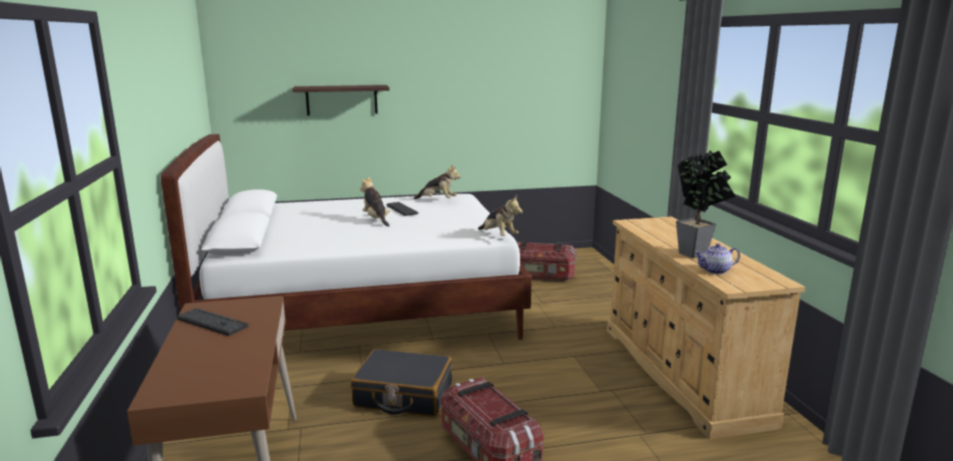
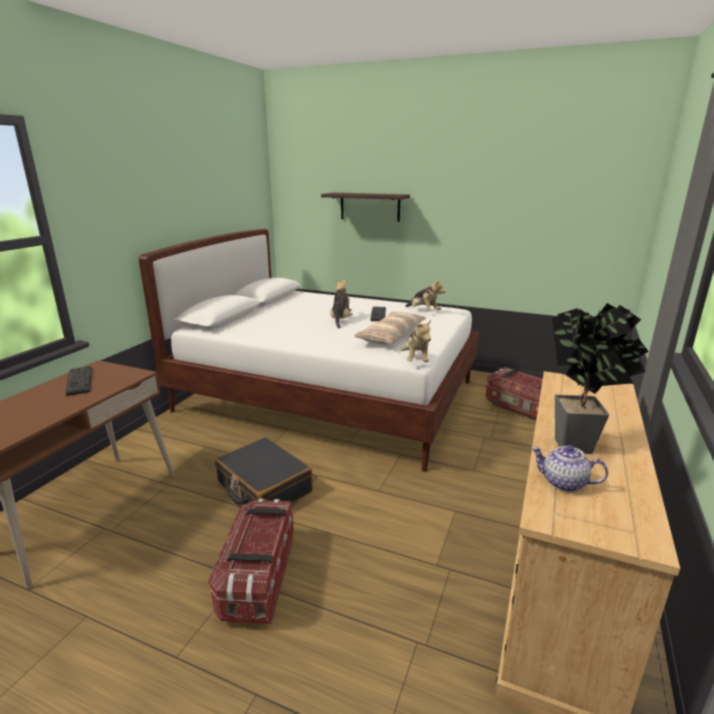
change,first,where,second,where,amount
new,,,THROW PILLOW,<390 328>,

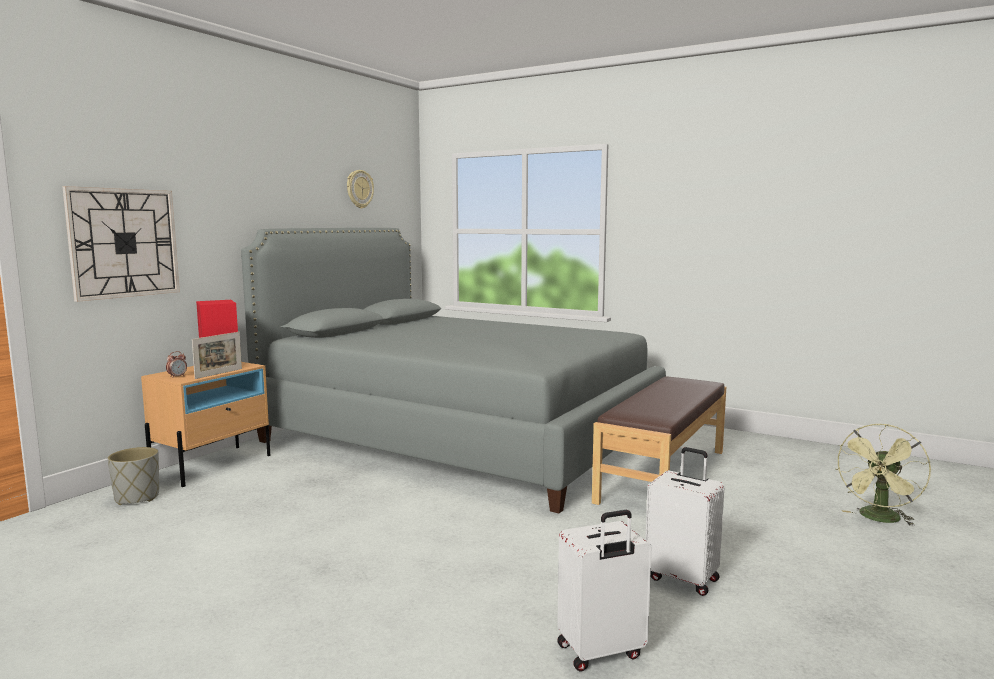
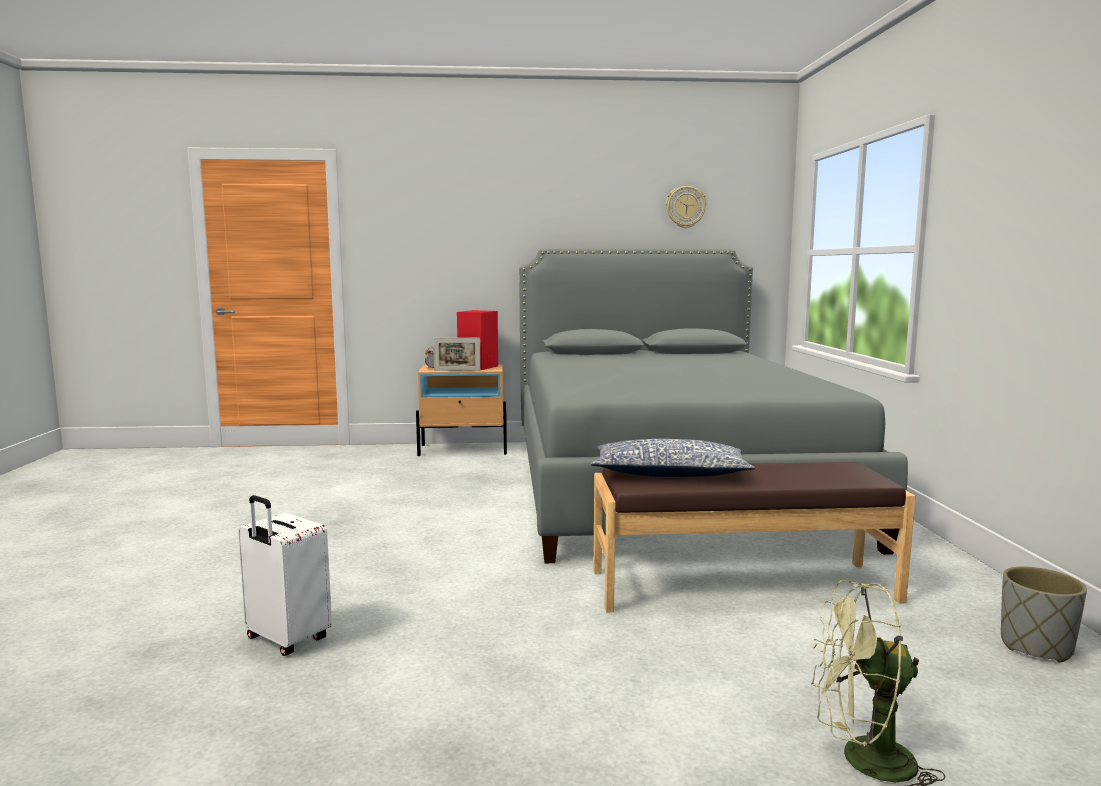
change,first,where,second,where,amount
new,,,THROW PILLOW,<673 458>,
shifted,GREYISH FLOWER POT,<133 476>,,<1044 614>,
gone,HANGING CLOCK,<121 244>,,,
gone,WHITISH SUITCASE,<684 521>,,,

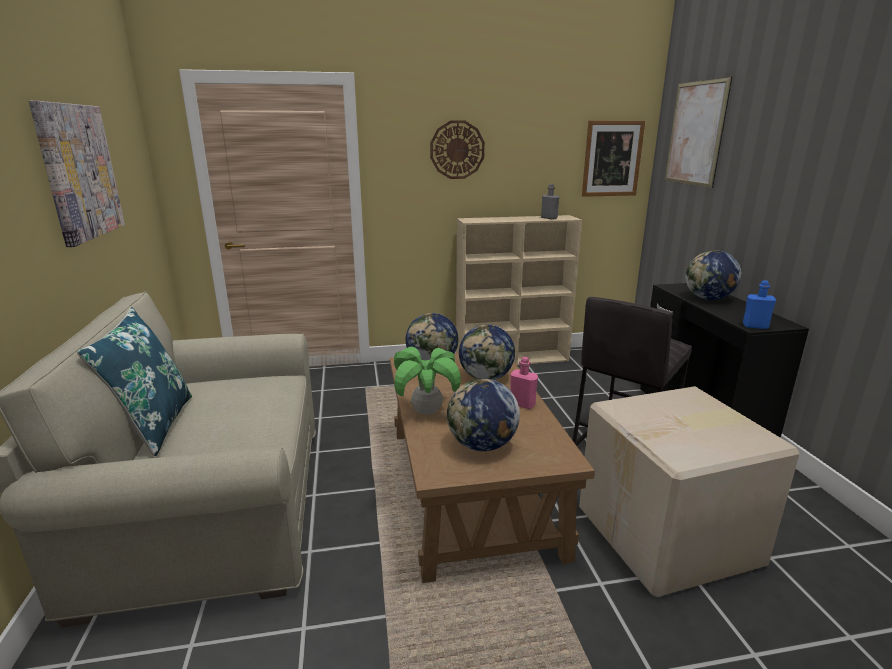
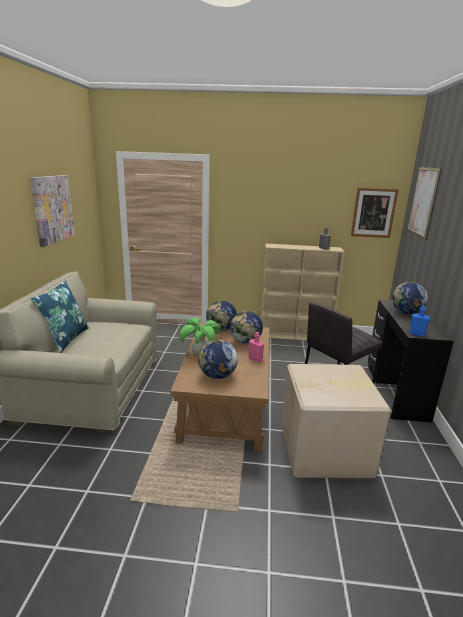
change,first,where,second,where,amount
gone,HANGING CLOCK,<457 150>,,,

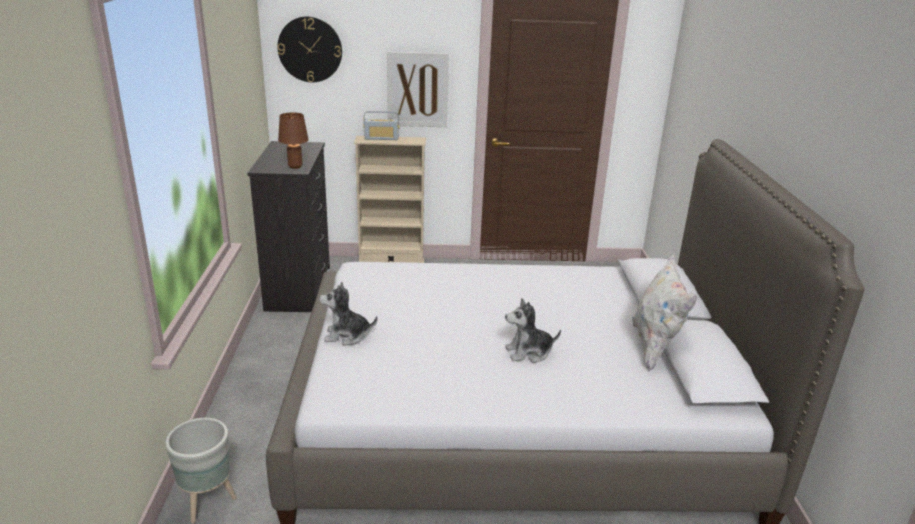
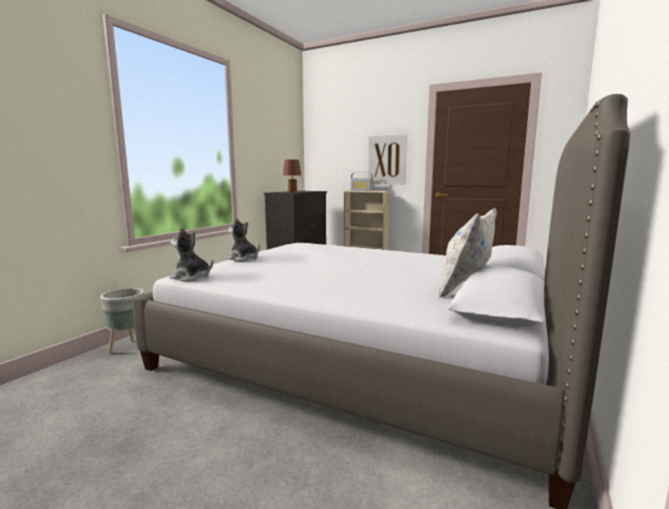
change,first,where,second,where,amount
shifted,PLUSH TOY,<533 330>,,<191 254>,
gone,HANGING CLOCK,<310 49>,,,

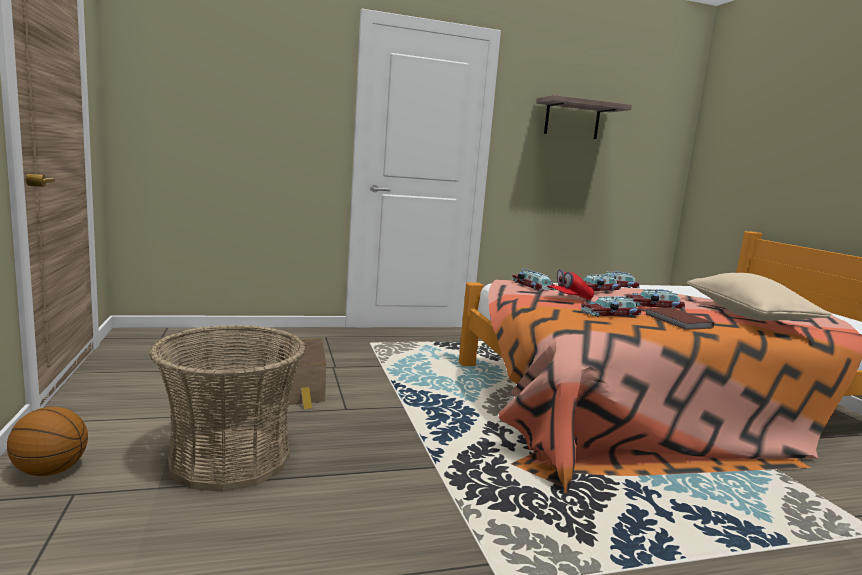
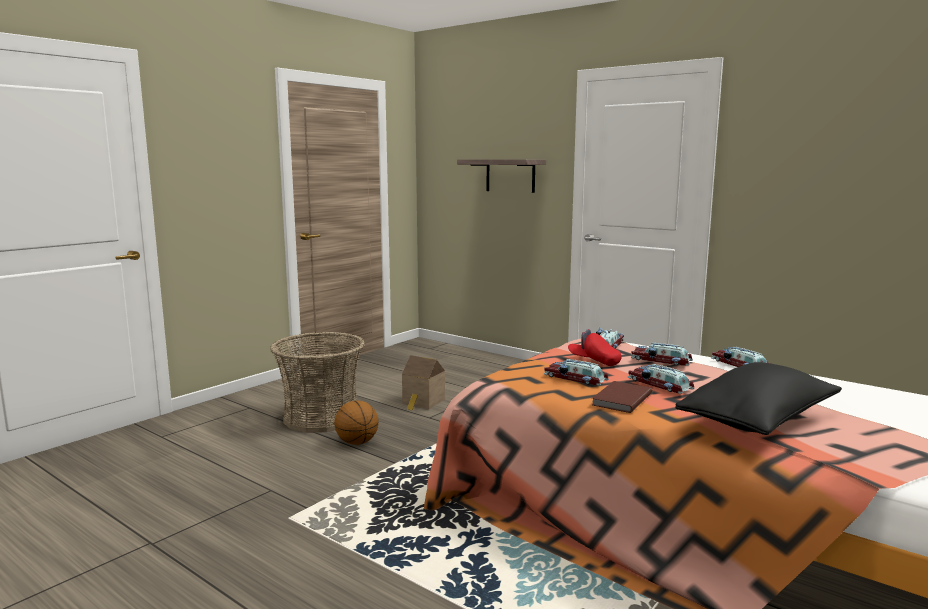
change,first,where,second,where,amount
shifted,BASKETBALL,<47 441>,,<356 422>,
shifted,BRACKET SHELF,<584 117>,,<501 176>,
repainted,BEIGE-COLOURED THROW PILLOW,<759 297>,BLACK THROW PILLOW,<758 398>,

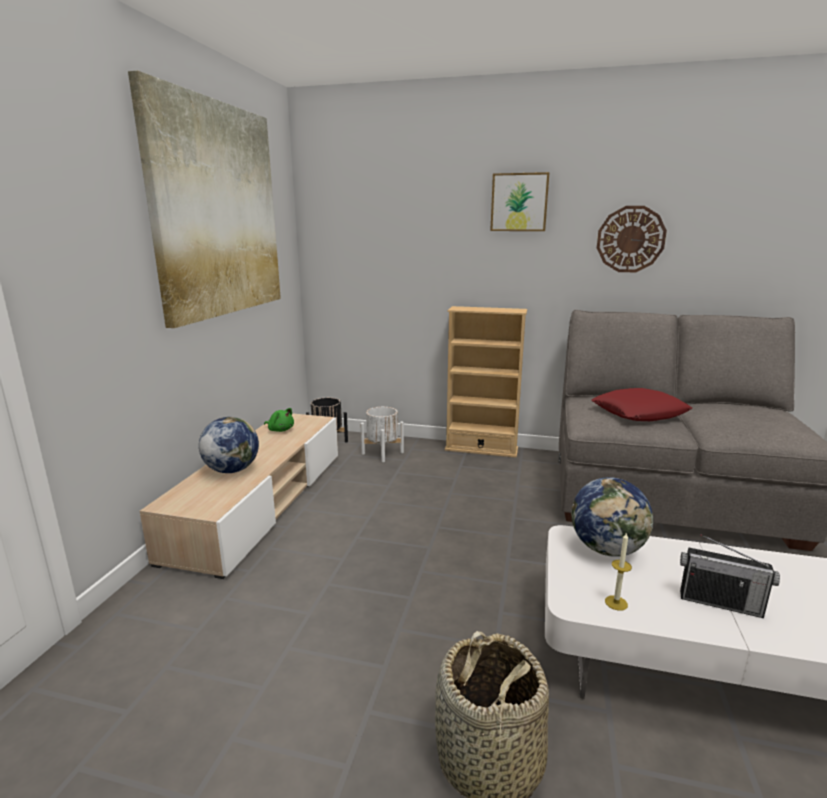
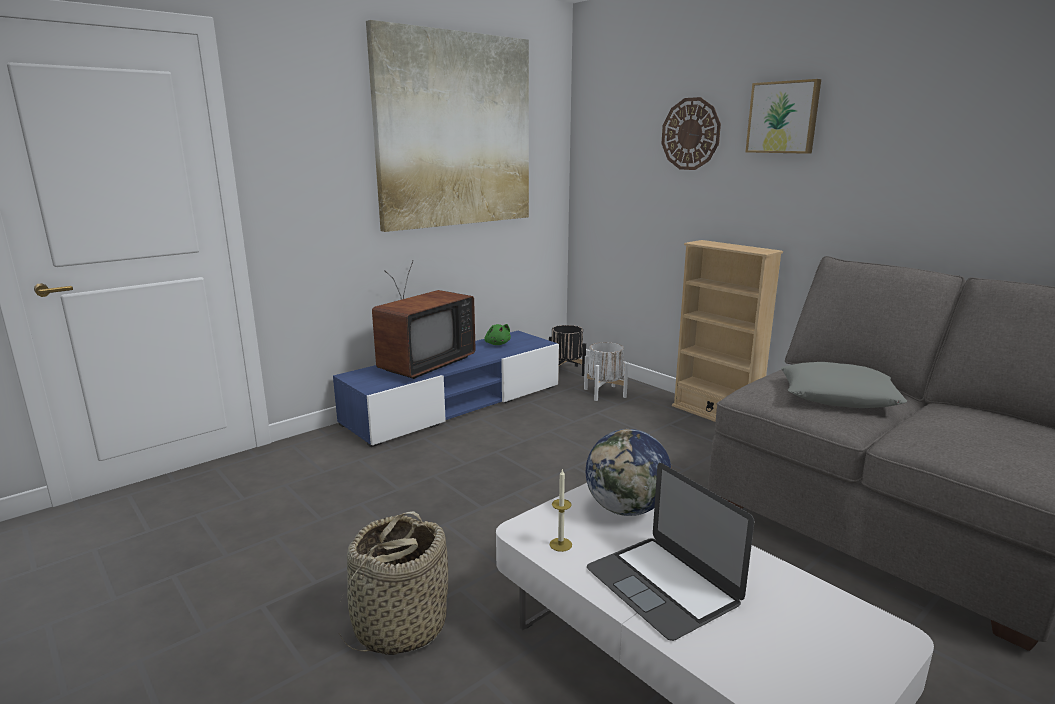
change,first,where,second,where,amount
repainted,BEIGE-COLOURED MEDIA CONSOLE,<239 496>,BLUE-COLOURED MEDIA CONSOLE,<446 389>,
swapped,DESK GLOBE,<229 445>,TV SET,<424 319>,
swapped,RADIO,<730 576>,LAPTOP,<670 552>,
shifted,HANGING CLOCK,<632 239>,,<691 133>,
repainted,REDDISH THROW PILLOW,<642 404>,GREYISH THROW PILLOW,<844 385>,

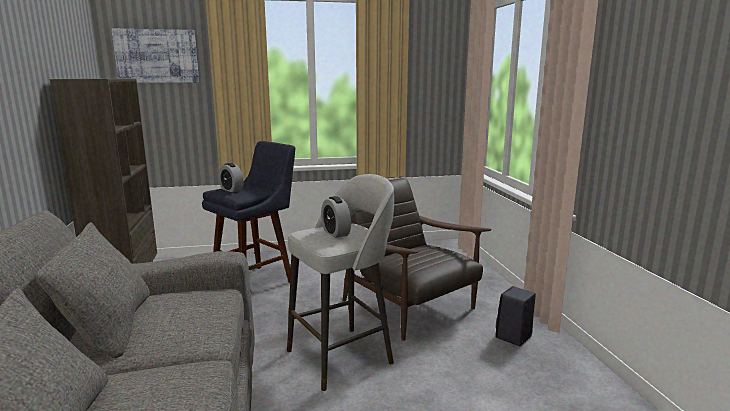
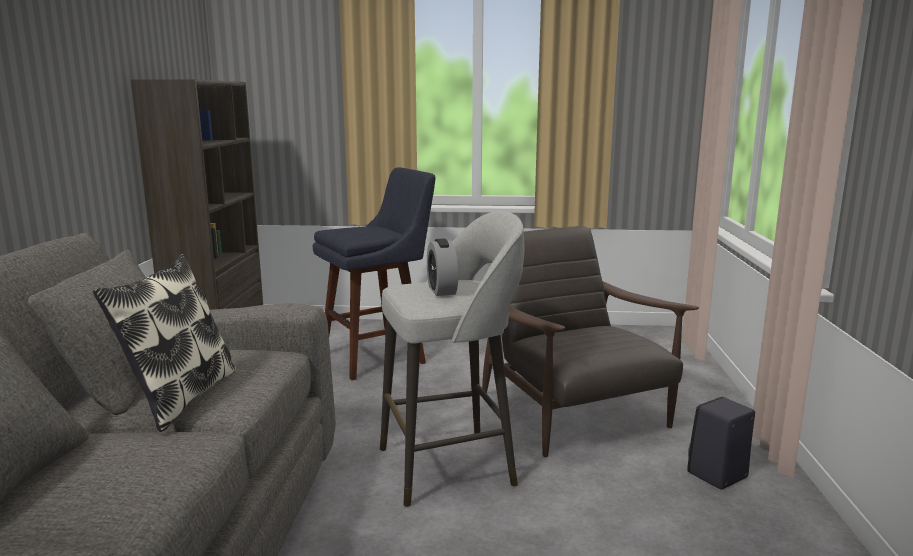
change,first,where,second,where,amount
new,,,THROW PILLOW,<164 343>,
gone,WALL ART,<155 56>,,,
gone,ALARM CLOCK,<231 177>,,,

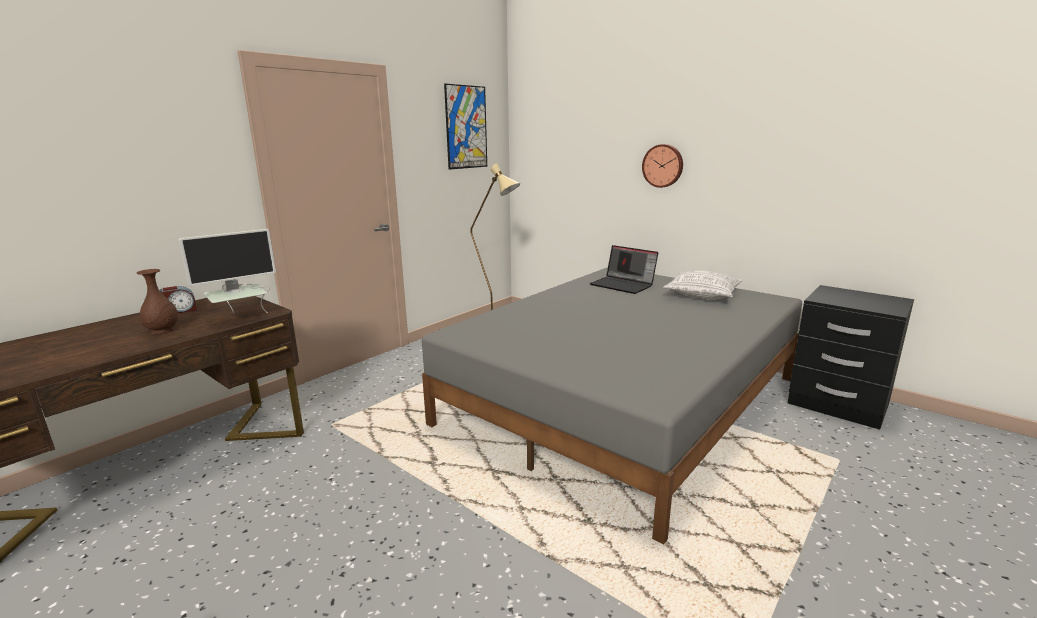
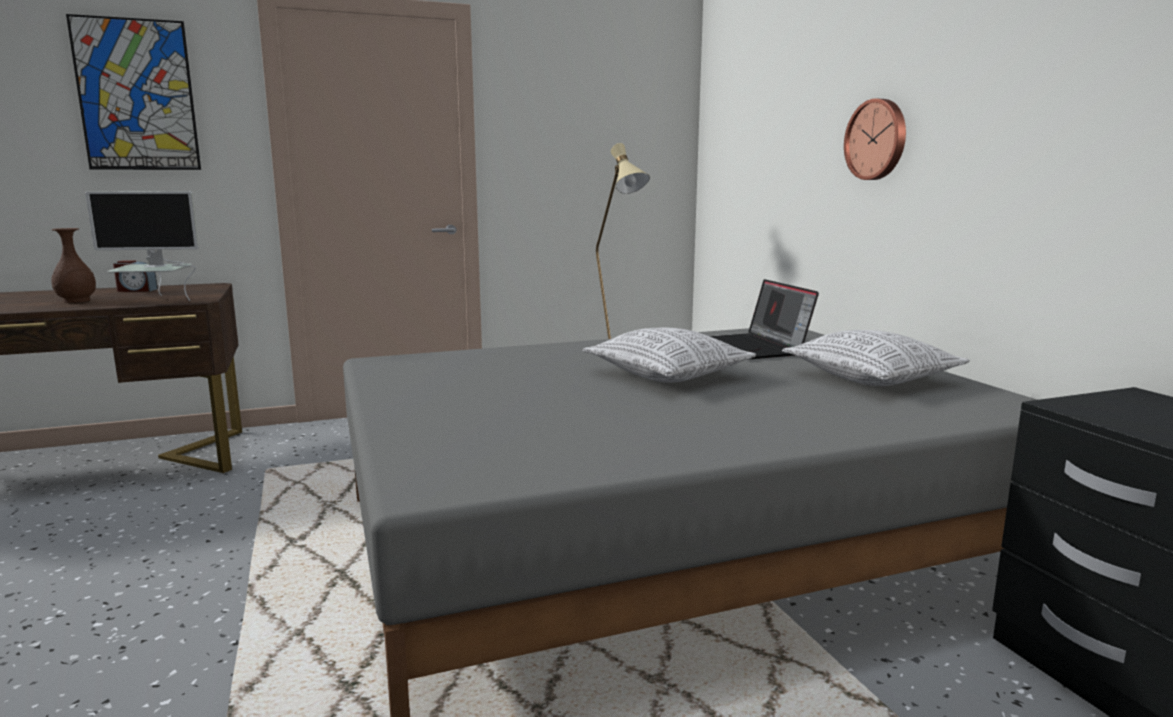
change,first,where,second,where,amount
shifted,WALL ART,<465 127>,,<133 92>,
new,,,THROW PILLOW,<669 355>,

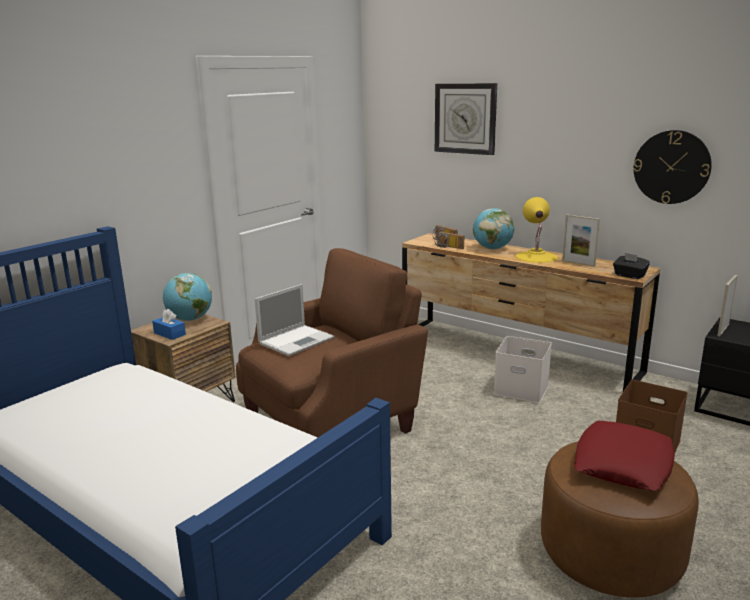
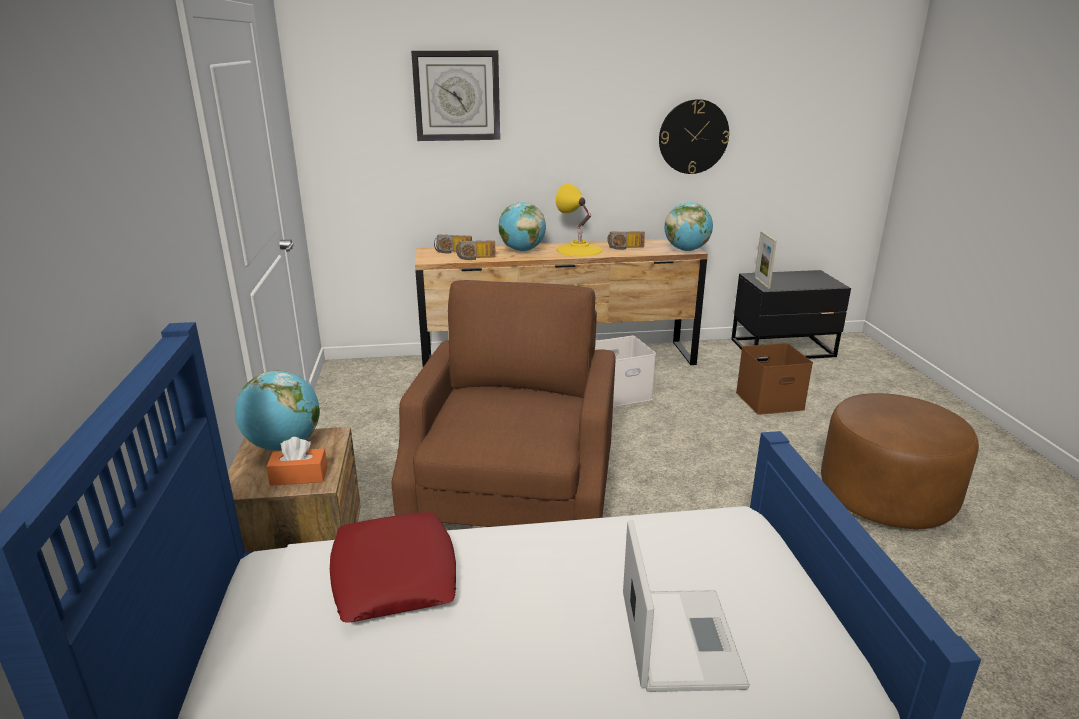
change,first,where,second,where,amount
repainted,BLUE-COLOURED TISSUE BOX,<169 324>,ORANGE TISSUE BOX,<297 461>,
shifted,REDDISH THROW PILLOW,<624 456>,,<393 567>,
swapped,STANDING FRAME,<581 241>,RADIO,<626 240>,
shifted,LAPTOP,<295 320>,,<686 606>,
swapped,BLACK TISSUE BOX,<631 266>,DESK GLOBE,<689 226>,

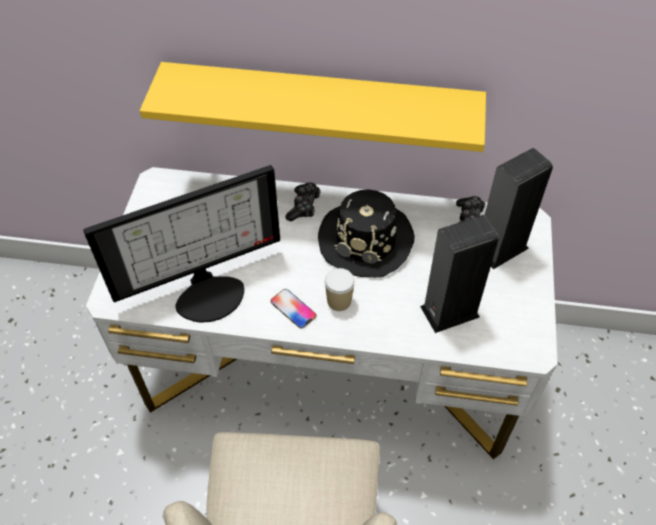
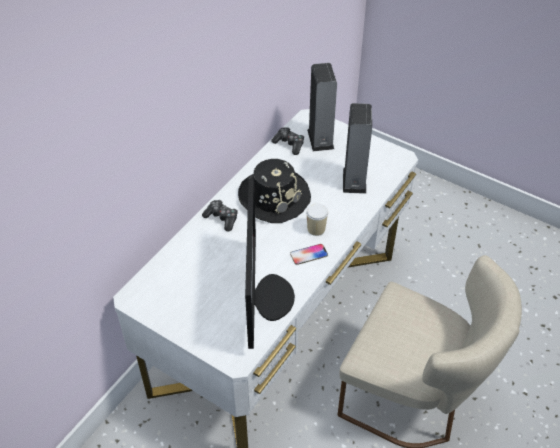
change,first,where,second,where,amount
gone,YELLOW BRACKET SHELF,<313 107>,,,

